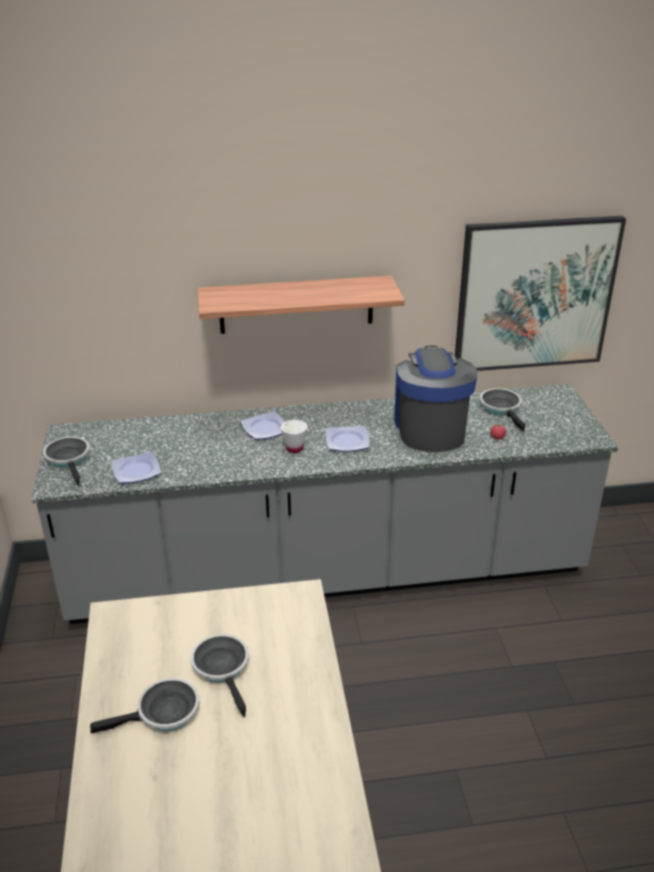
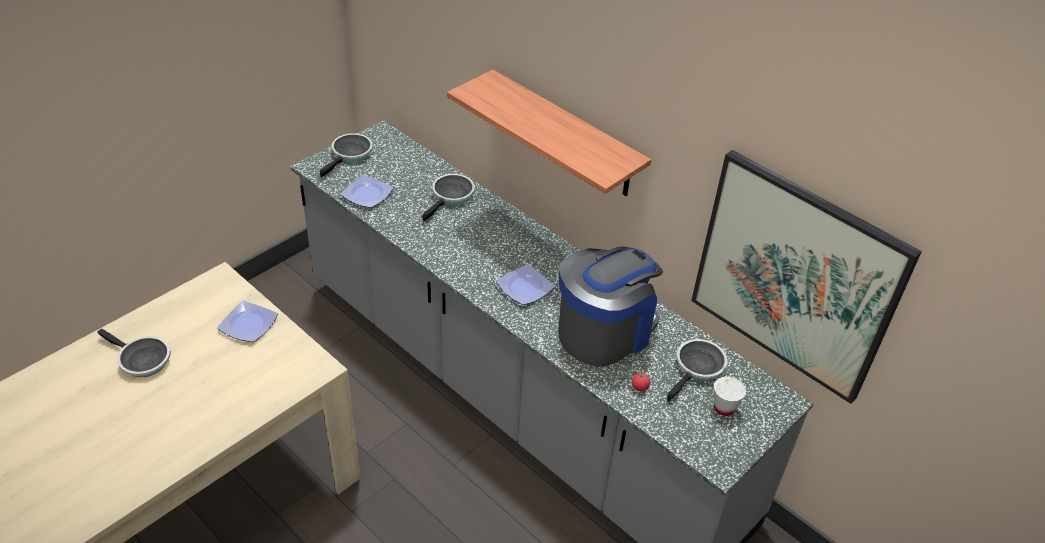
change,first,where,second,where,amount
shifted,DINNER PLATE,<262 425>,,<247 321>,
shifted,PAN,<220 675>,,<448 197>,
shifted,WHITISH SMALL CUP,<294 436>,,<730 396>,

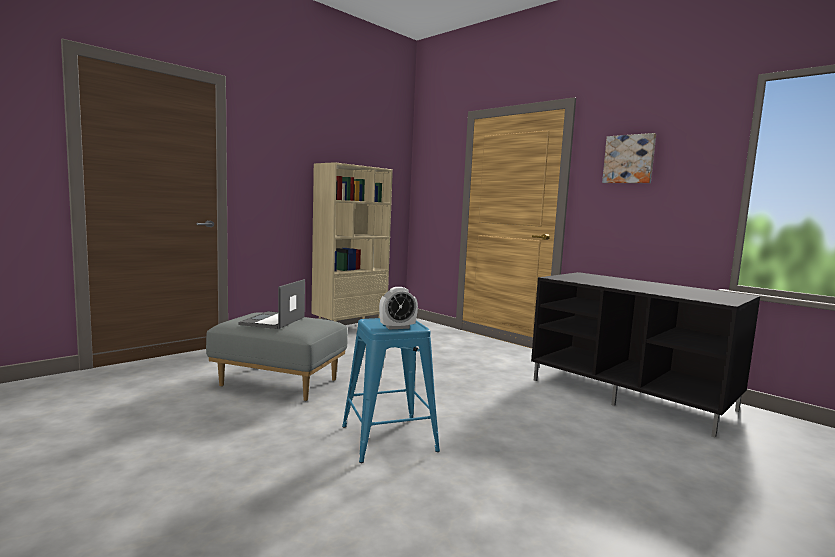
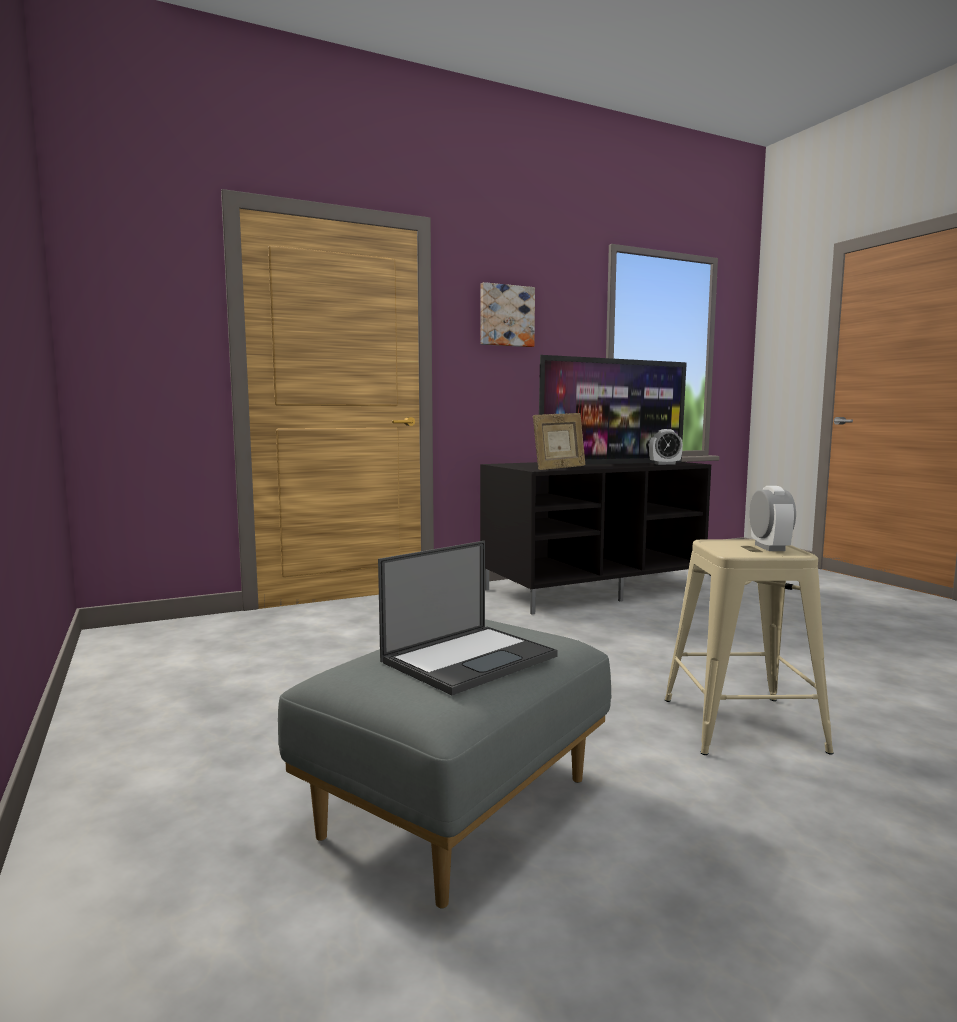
change,first,where,second,where,amount
rotated,LAPTOP,<271 304>,,<468 618>,75 degrees counterclockwise
new,,,STANDING FRAME,<559 441>,
new,,,TV SET,<613 409>,
new,,,ALARM CLOCK,<666 447>,
repainted,BLUE-COLOURED STOOL SEAT,<391 390>,BEIGE-COLOURED STOOL SEAT,<749 647>,
gone,BEIGE-COLOURED BOOKSHELF,<352 242>,,,

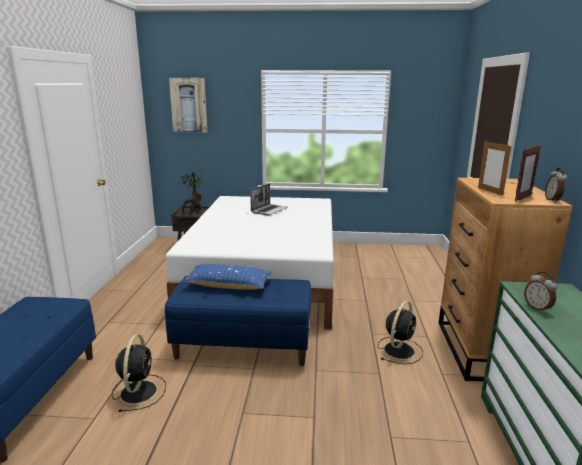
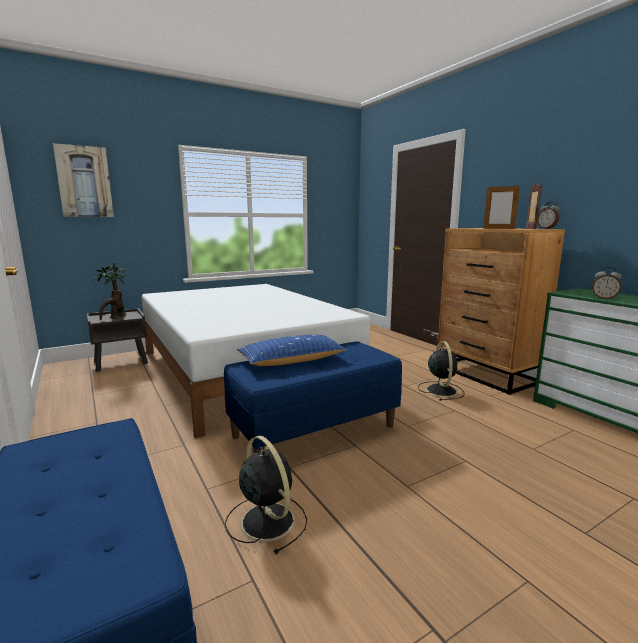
change,first,where,second,where,amount
gone,LAPTOP,<269 199>,,,

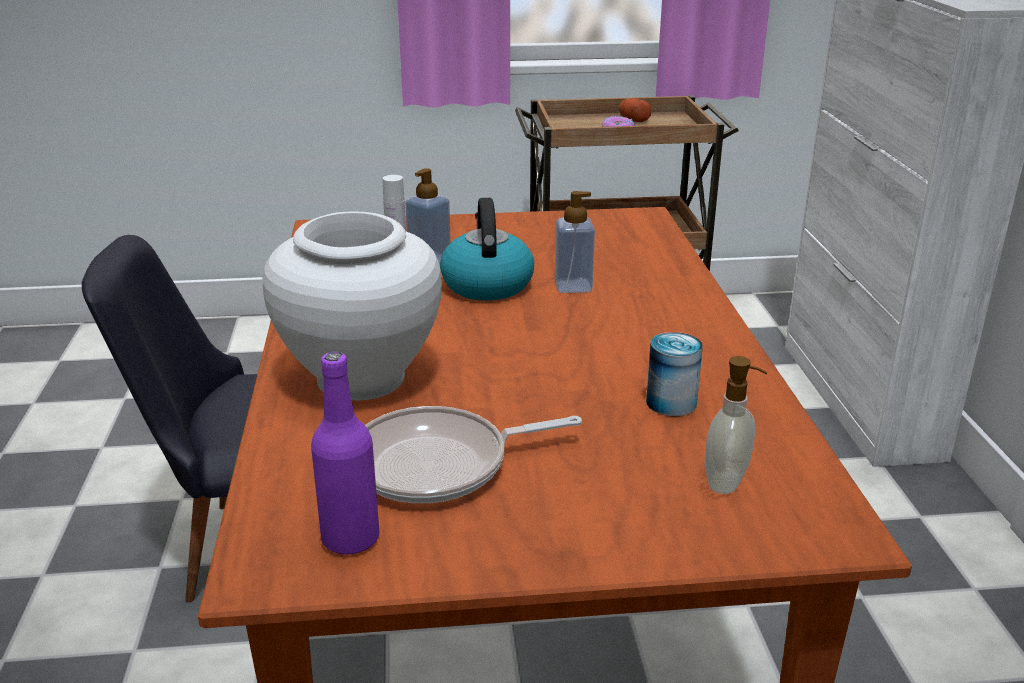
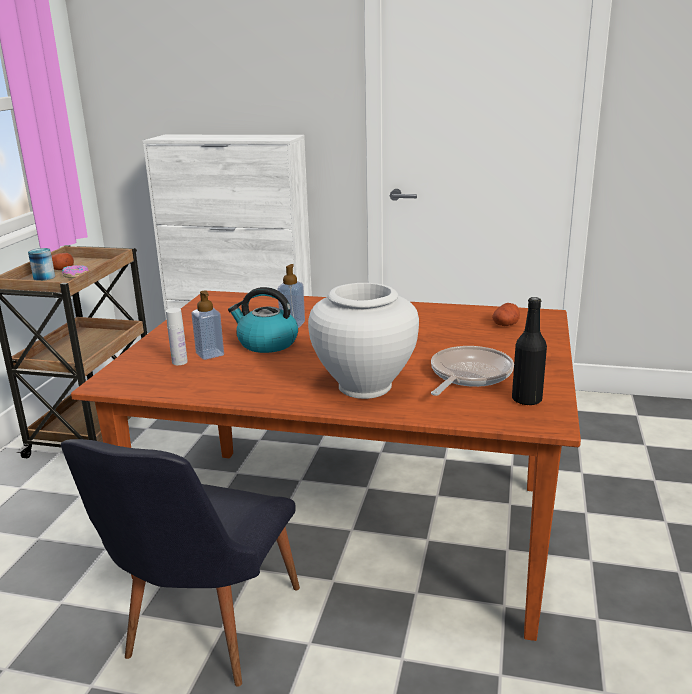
change,first,where,second,where,amount
shifted,METAL CAN,<674 374>,,<41 264>,
rotated,PAN,<473 454>,,<472 371>,150 degrees counterclockwise
swapped,SOAP DISPENSER,<736 425>,SPUD,<506 314>,
repainted,PURPLISH BEVERAGE BOTTLE,<345 453>,BLACK BEVERAGE BOTTLE,<529 351>,

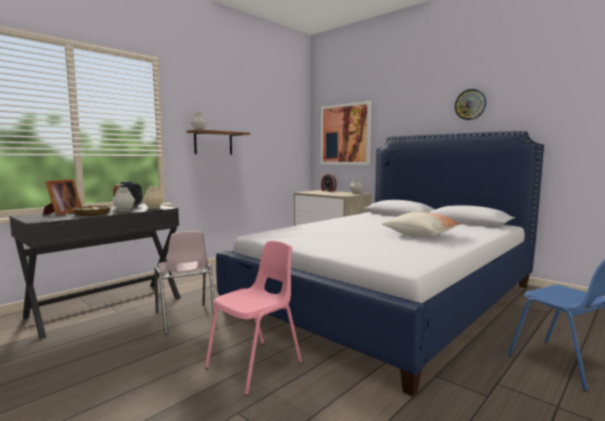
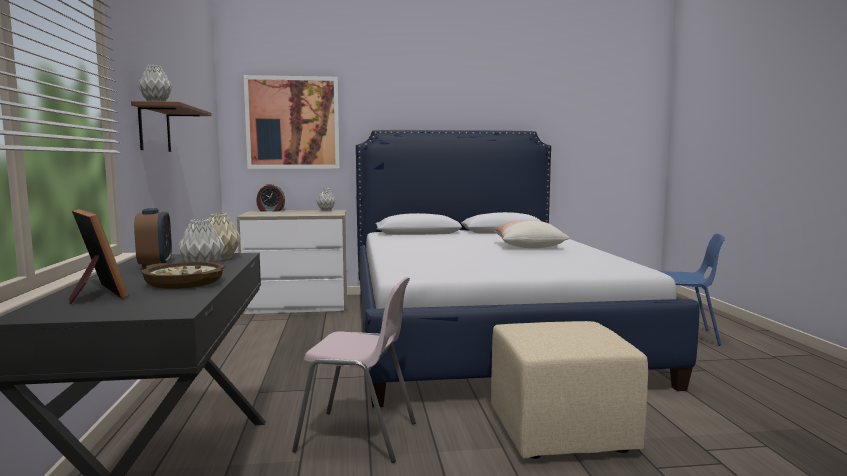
change,first,where,second,where,amount
swapped,PINK UPRIGHT CHAIR,<253 318>,BEIGE-COLOURED OTTOMAN,<569 390>,
gone,HANGING CLOCK,<470 104>,,,

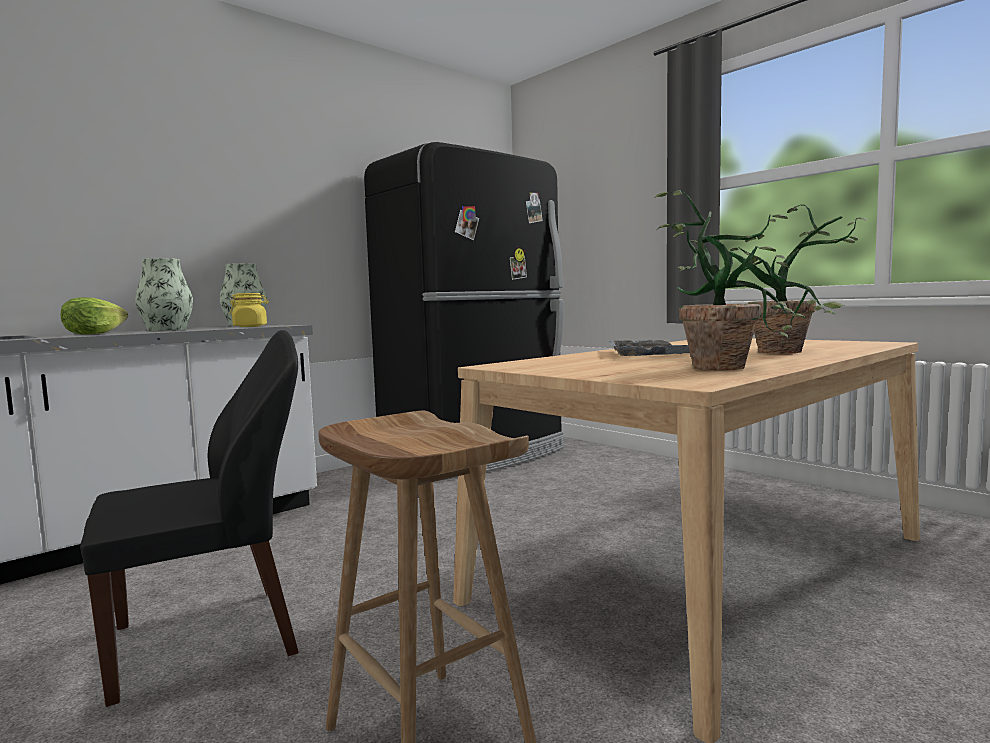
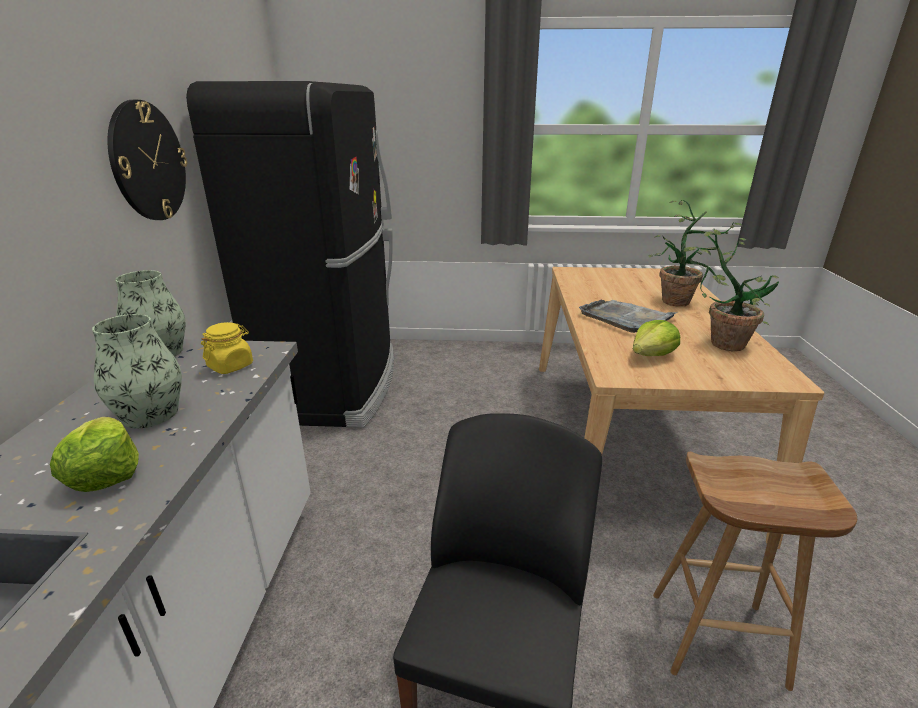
change,first,where,second,where,amount
new,,,HANGING CLOCK,<147 160>,
new,,,LETTUCE HEAD,<656 338>,

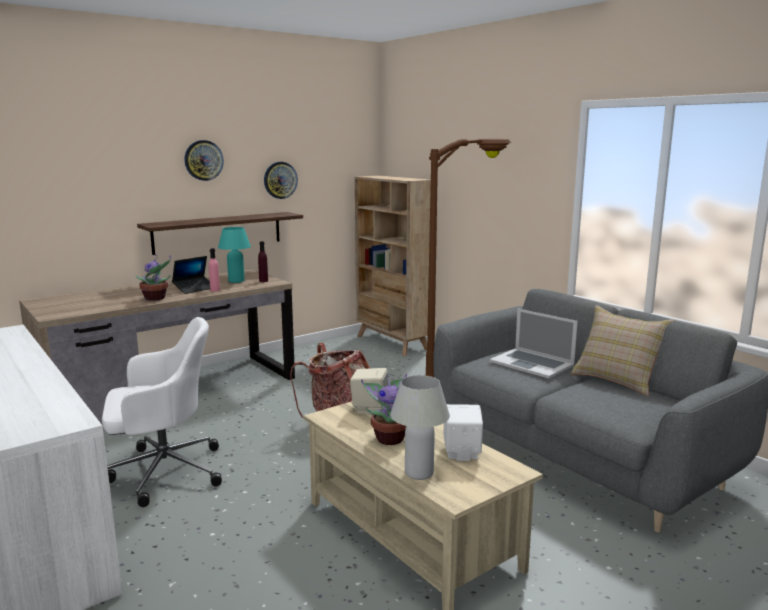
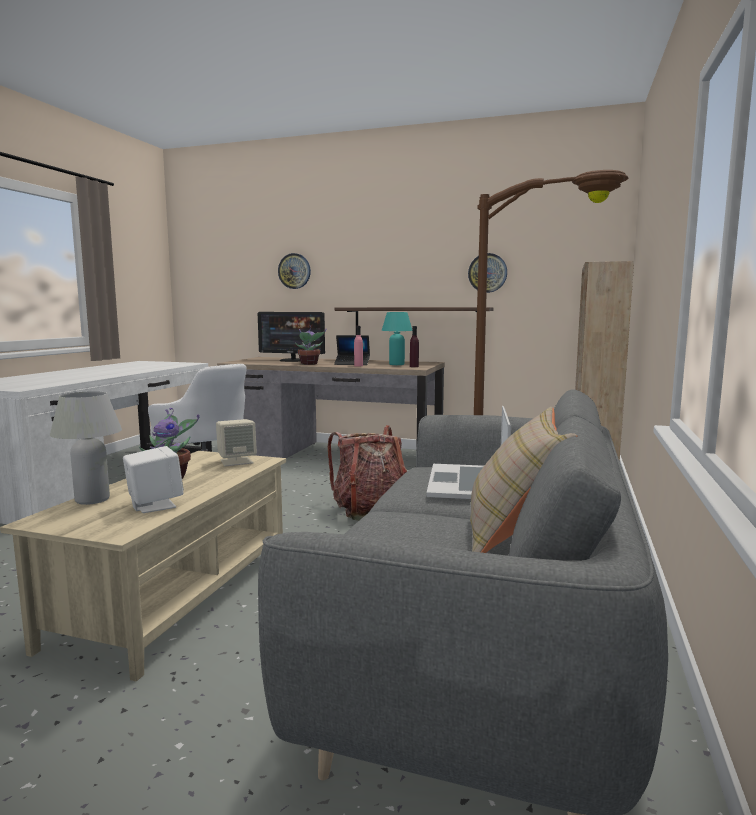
change,first,where,second,where,amount
new,,,COMPUTER DISPLAY,<291 337>,
shifted,HANGING CLOCK,<204 160>,,<294 271>,

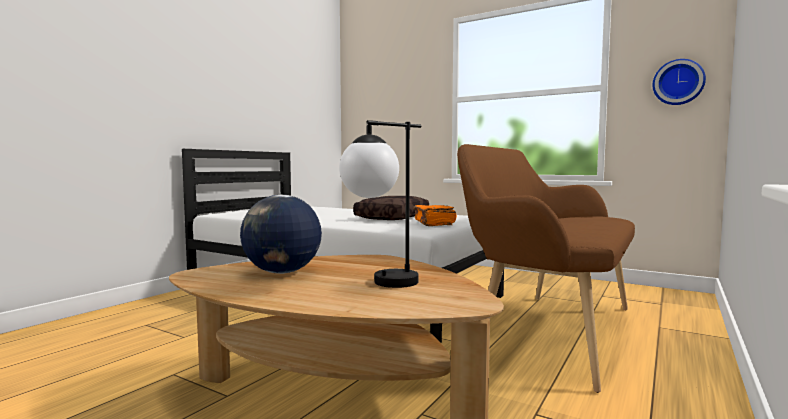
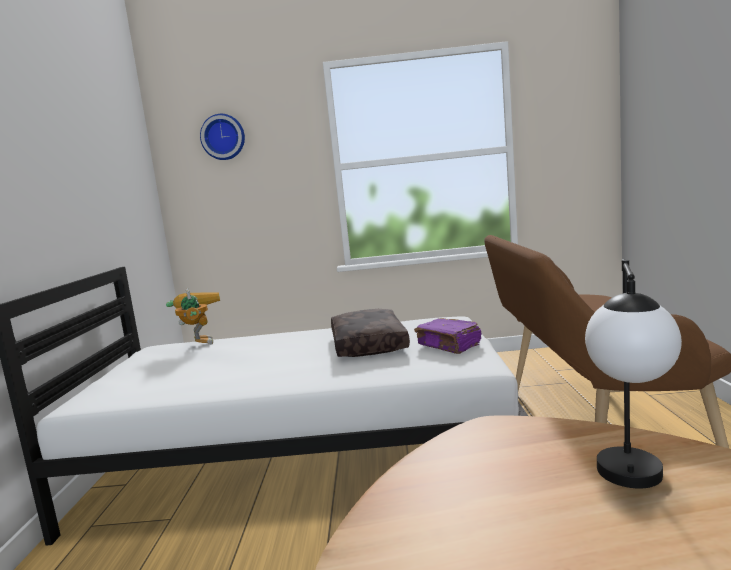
change,first,where,second,where,amount
new,,,MODEL ROBOT,<193 316>,
shifted,HANGING CLOCK,<679 82>,,<222 137>,
repainted,ORANGE VOLUME,<435 215>,PURPLISH VOLUME,<447 336>,
gone,DESK GLOBE,<281 234>,,,

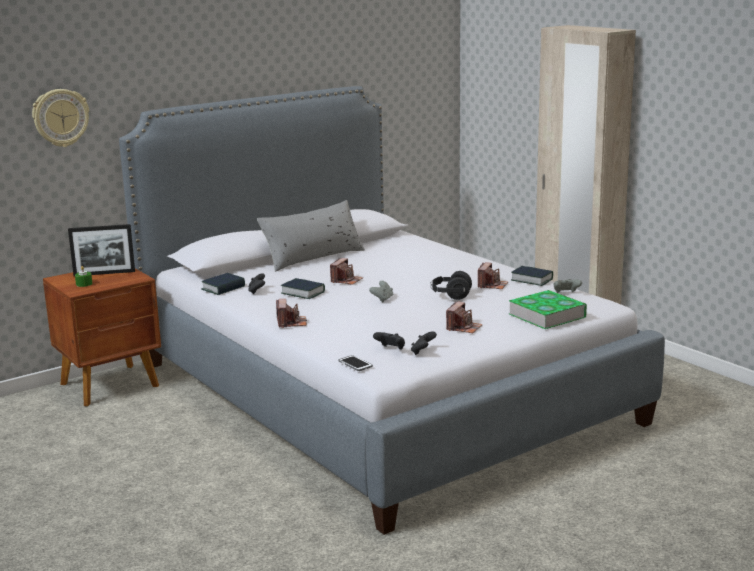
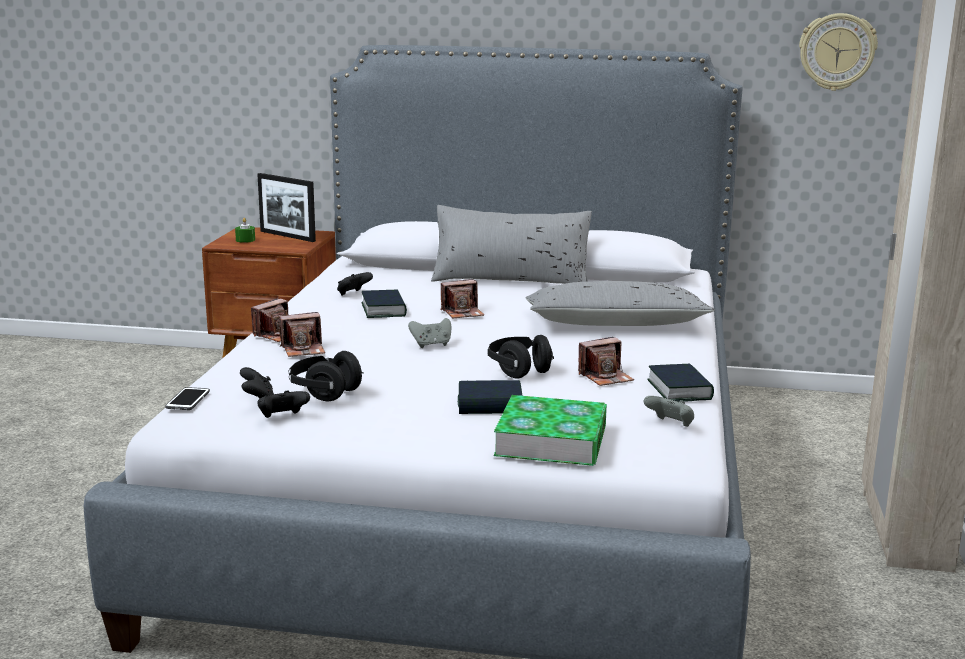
change,first,where,second,where,amount
shifted,PHOTO CAMERA,<464 317>,,<302 334>,
new,,,BLACK HEADPHONES,<326 376>,
shifted,VOLUME,<223 284>,,<490 397>,
new,,,GREYISH THROW PILLOW,<620 303>,
shifted,HANGING CLOCK,<60 118>,,<838 52>,

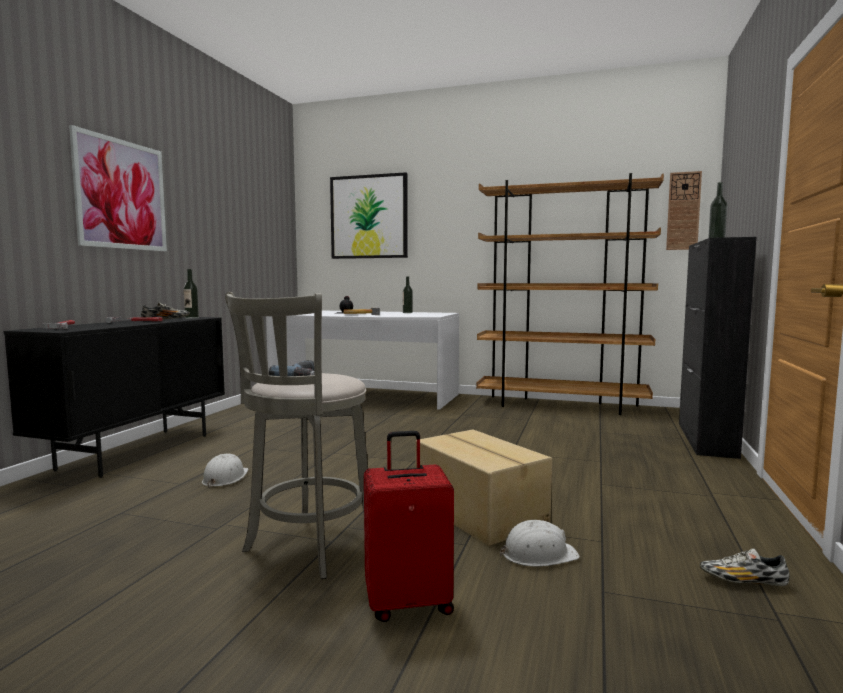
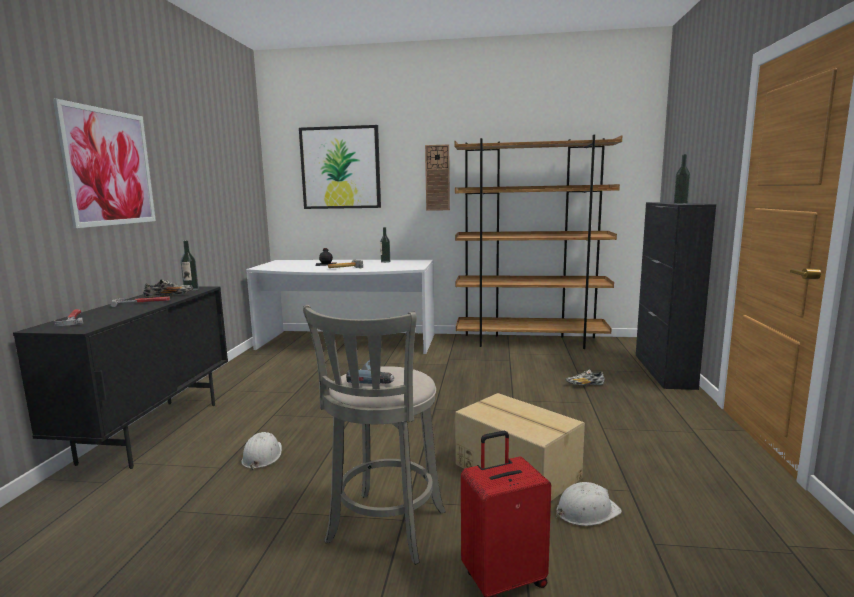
change,first,where,second,where,amount
shifted,HANGING CLOCK,<684 210>,,<437 177>,
shifted,LOW SHOE,<745 567>,,<585 377>,

